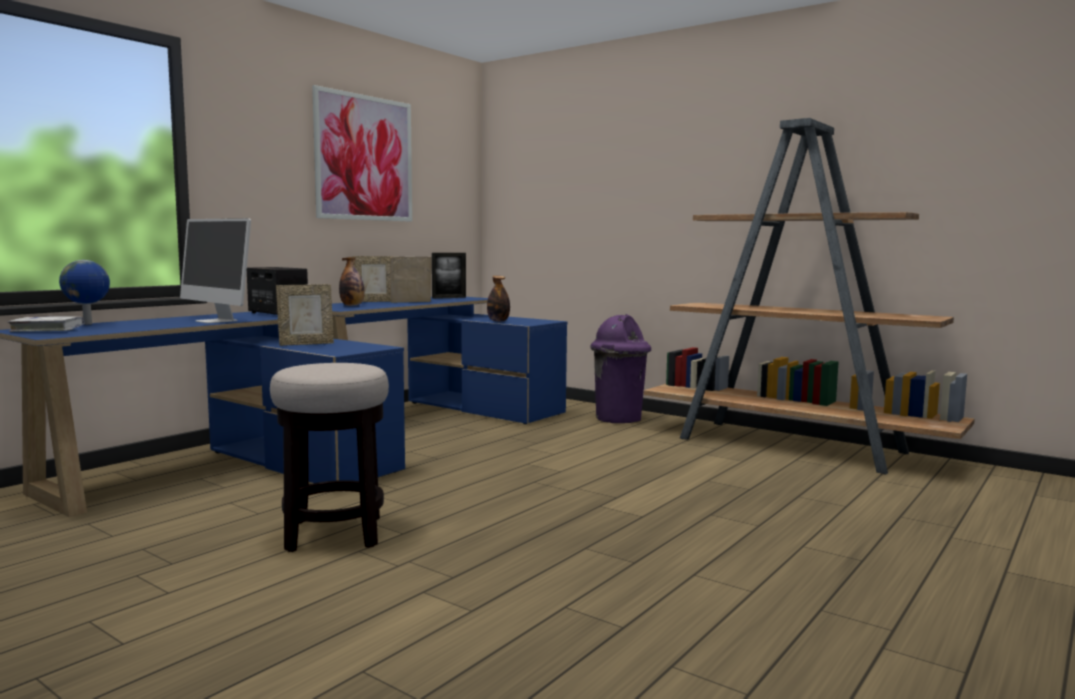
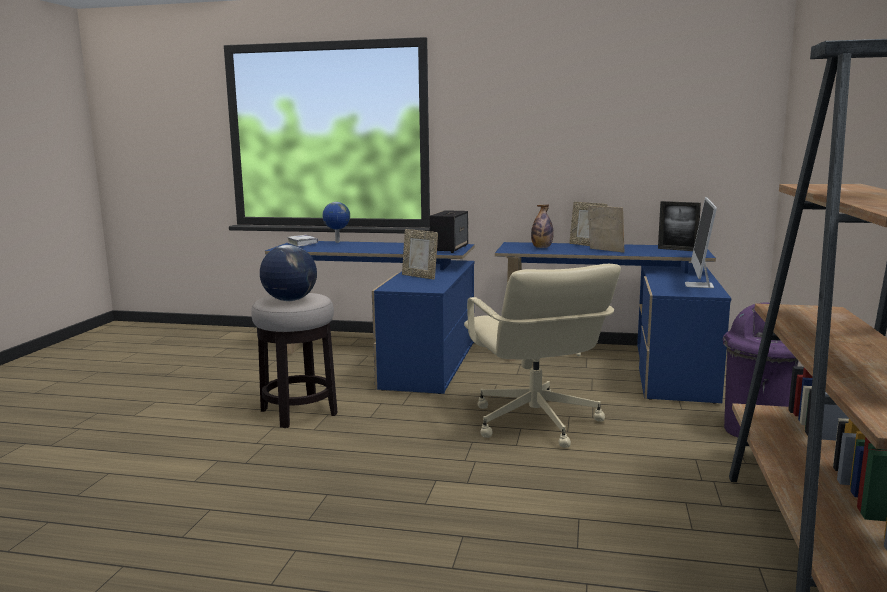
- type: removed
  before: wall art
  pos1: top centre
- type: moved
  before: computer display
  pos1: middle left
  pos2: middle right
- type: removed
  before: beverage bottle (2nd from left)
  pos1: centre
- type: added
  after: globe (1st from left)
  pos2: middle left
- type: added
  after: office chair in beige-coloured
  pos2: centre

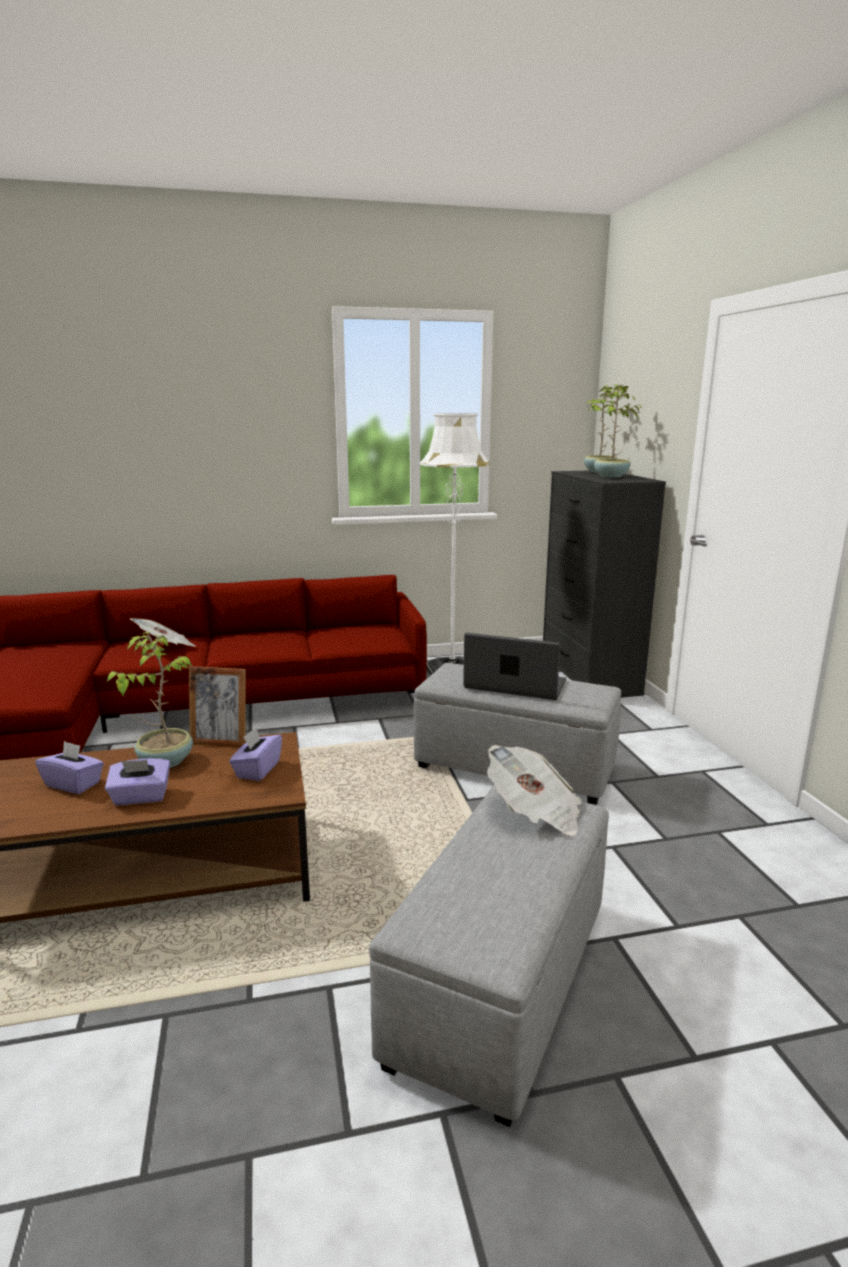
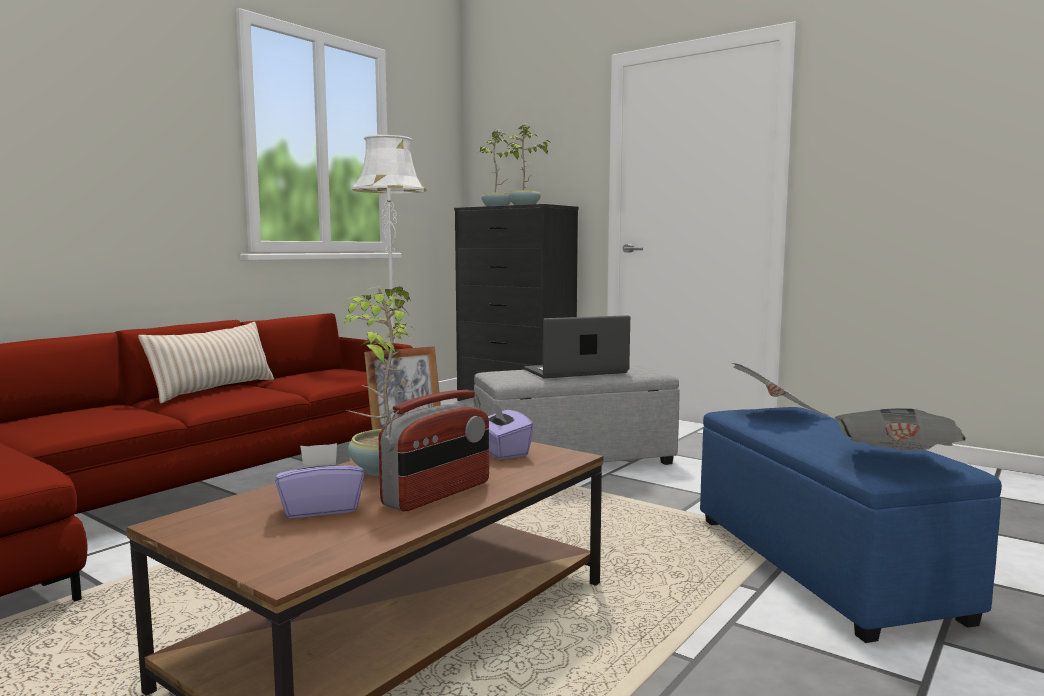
- type: moved
  before: newspaper (1st from left in the first image)
  after: newspaper (2nd from left)
  pos1: middle left
  pos2: middle right
- type: replaced
  before: tissue box in purple-coloured (2nd from left)
  after: radio set
  pos1: middle left
  pos2: centre
- type: recoloured
  before: pouffe in greyish (1st from left)
  after: pouffe in blue-coloured
  pos1: bottom centre
  pos2: bottom right
- type: added
  after: cushion in beige-coloured
  pos2: middle left

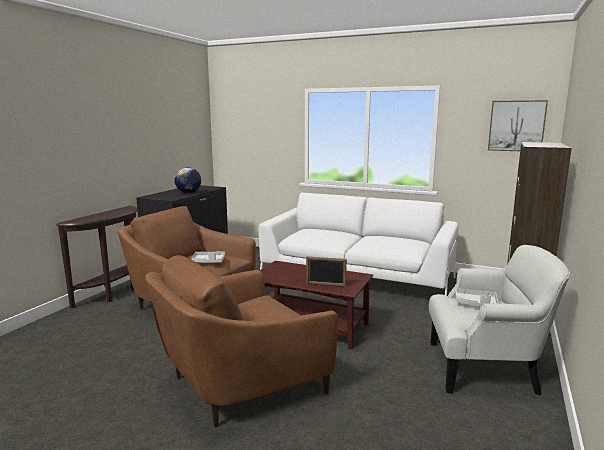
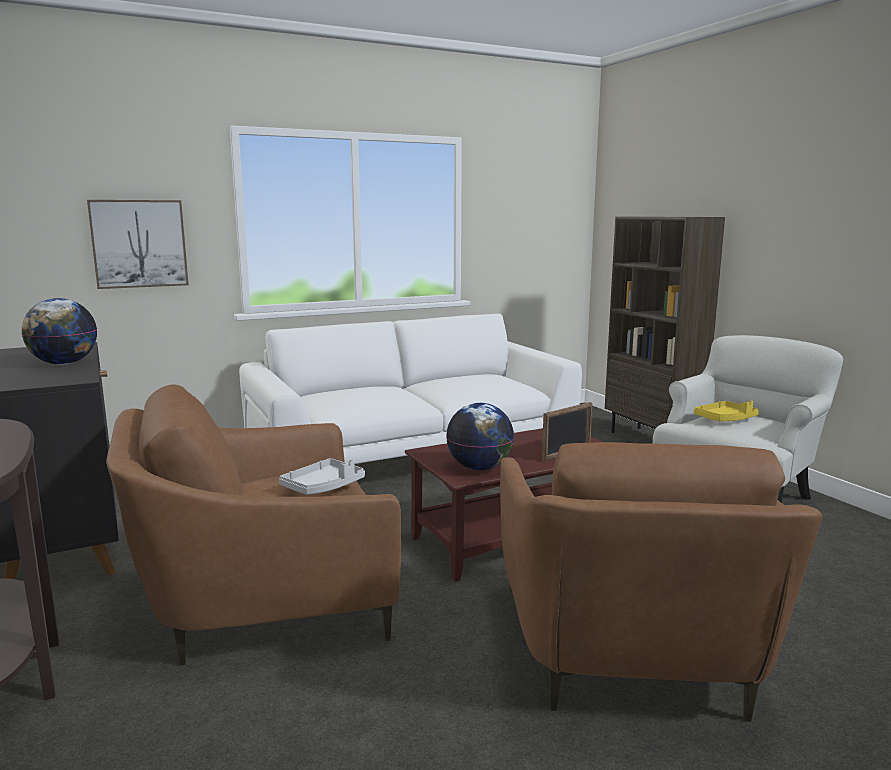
- type: moved
  before: wall art
  pos1: top right
  pos2: top left
- type: recoloured
  before: serving tray in greyish (2nd from left)
  after: serving tray in yellow-coloured
  pos1: middle right
  pos2: middle right
- type: added
  after: globe (2nd from left)
  pos2: centre

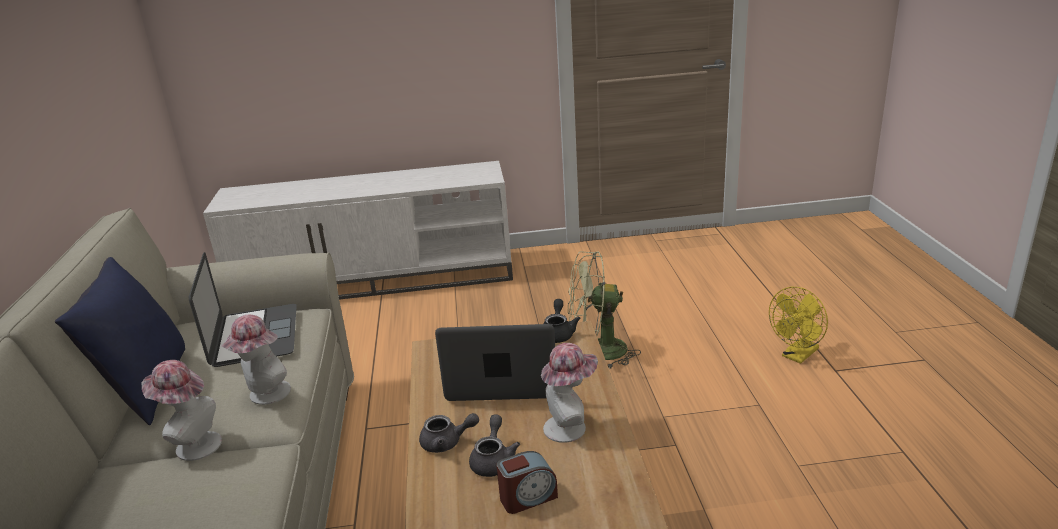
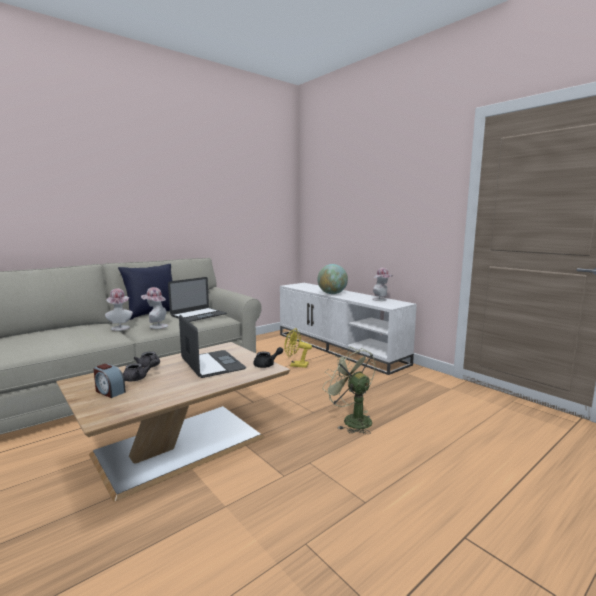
- type: moved
  before: fan in yellow-coloured
  pos1: middle right
  pos2: centre
- type: moved
  before: wearable hat (3rd from left)
  pos1: bottom centre
  pos2: centre
- type: added
  after: globe
  pos2: centre

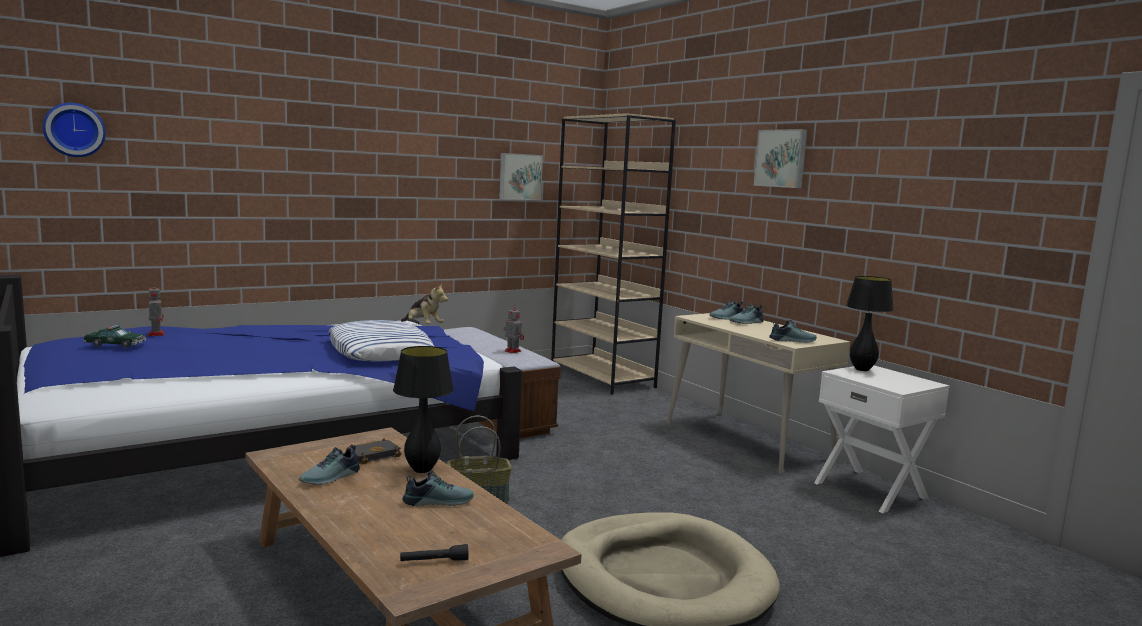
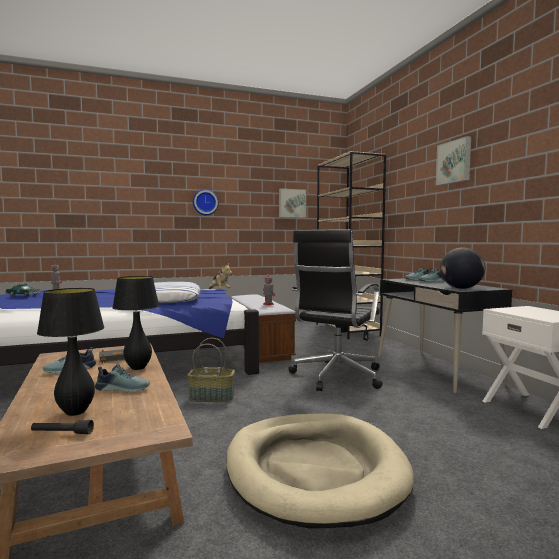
- type: moved
  before: clock on the wall
  pos1: top left
  pos2: centre
- type: moved
  before: tabletop lamp in black (2nd from left in the first image)
  after: tabletop lamp in black (1st from left)
  pos1: middle right
  pos2: middle left
- type: recoloured
  before: desk table in beige-coloured
  after: desk table in black
  pos1: centre
  pos2: middle right
- type: replaced
  before: item of footwear (5th from left)
  after: globe
  pos1: middle right
  pos2: middle right
- type: added
  after: office chair in black
  pos2: centre

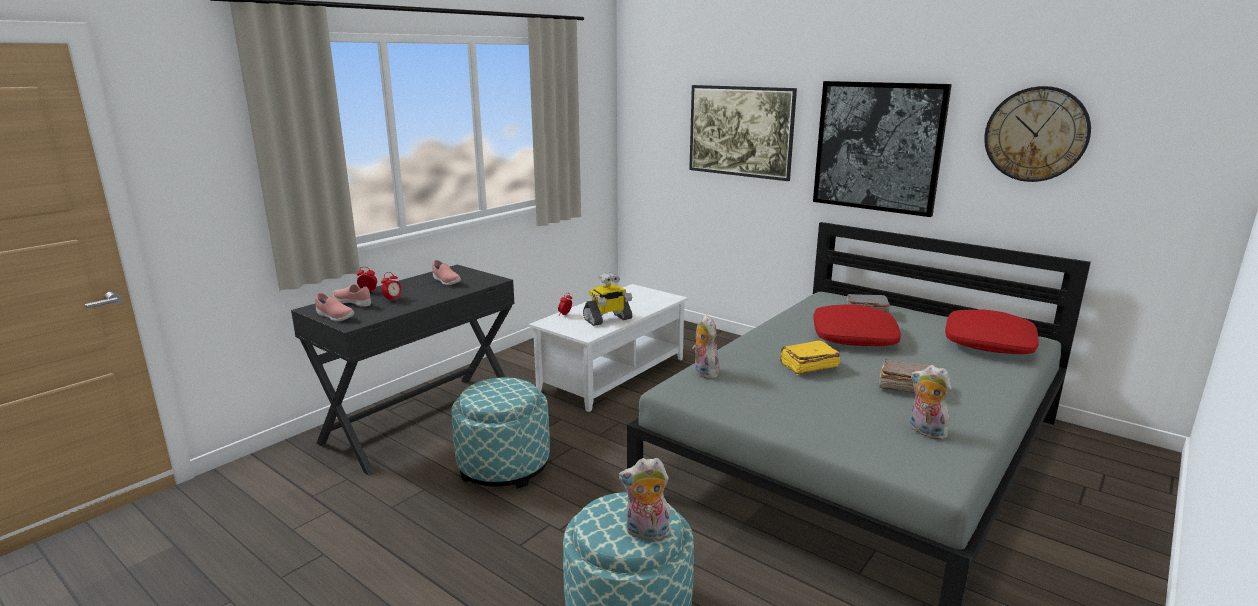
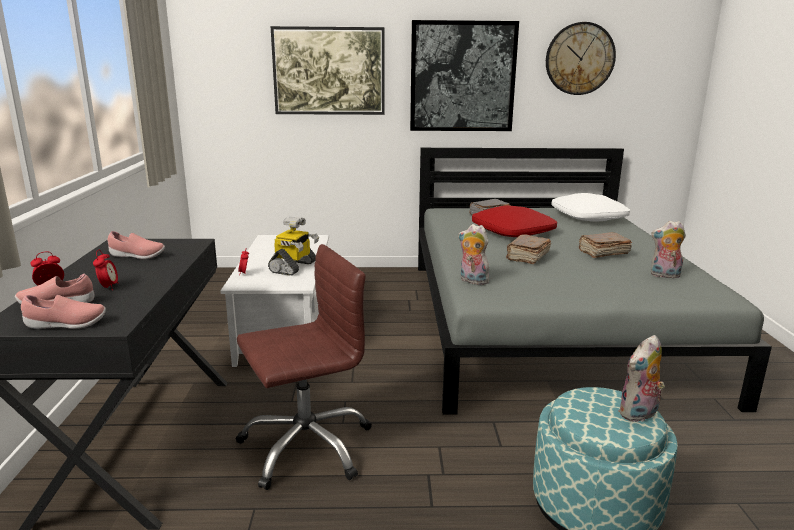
- type: recoloured
  before: cushion in red-coloured (2nd from left)
  after: cushion in white-coloured
  pos1: middle right
  pos2: middle right
- type: recoloured
  before: bound book in yellow-coloured
  after: bound book in brown (1st from left)
  pos1: centre
  pos2: centre
- type: replaced
  before: pouffe (1st from left)
  after: office chair in brown
  pos1: bottom centre
  pos2: bottom centre

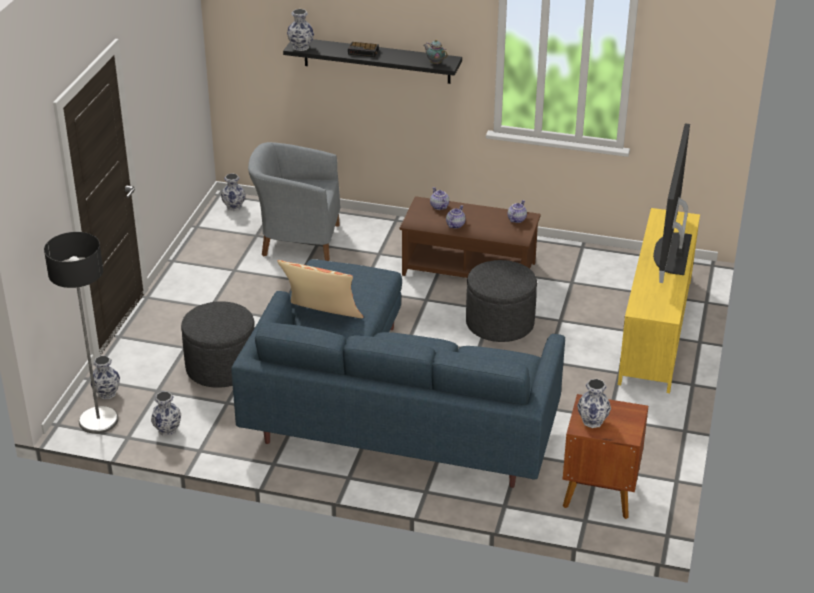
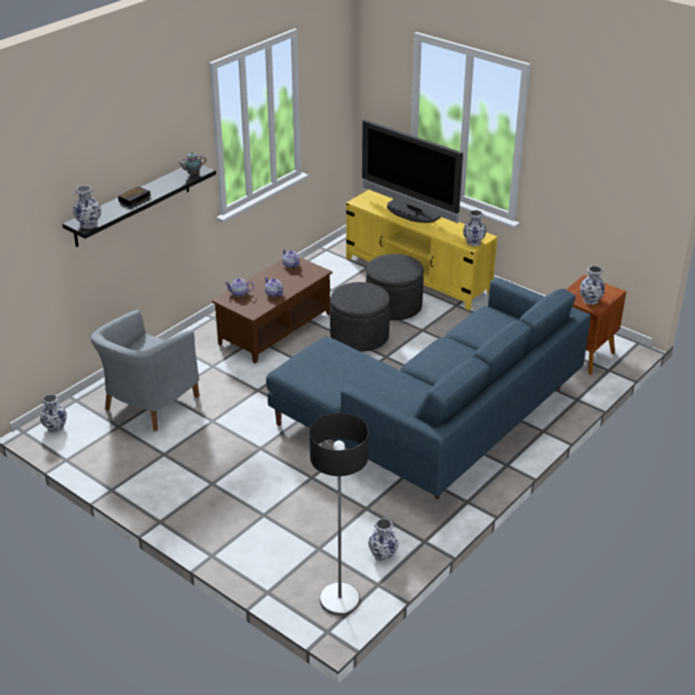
- type: removed
  before: cushion
  pos1: centre
- type: moved
  before: pouffe in greyish (1st from left in the first image)
  after: pouffe in greyish (2nd from left)
  pos1: middle left
  pos2: centre
- type: moved
  before: flower vase (1st from left in the first image)
  after: flower vase (4th from left)
  pos1: middle left
  pos2: top right

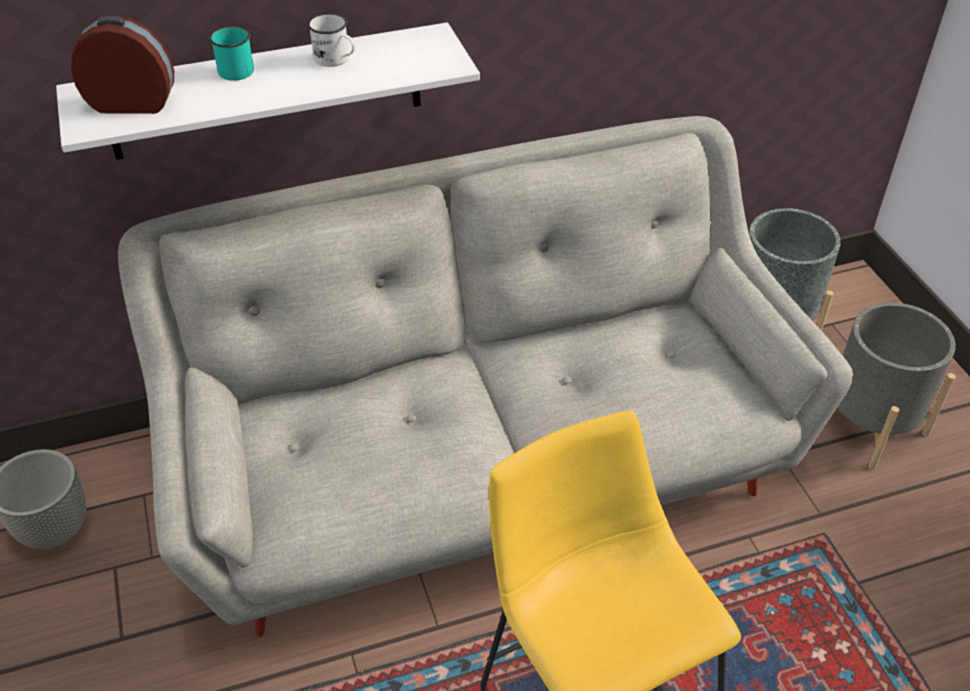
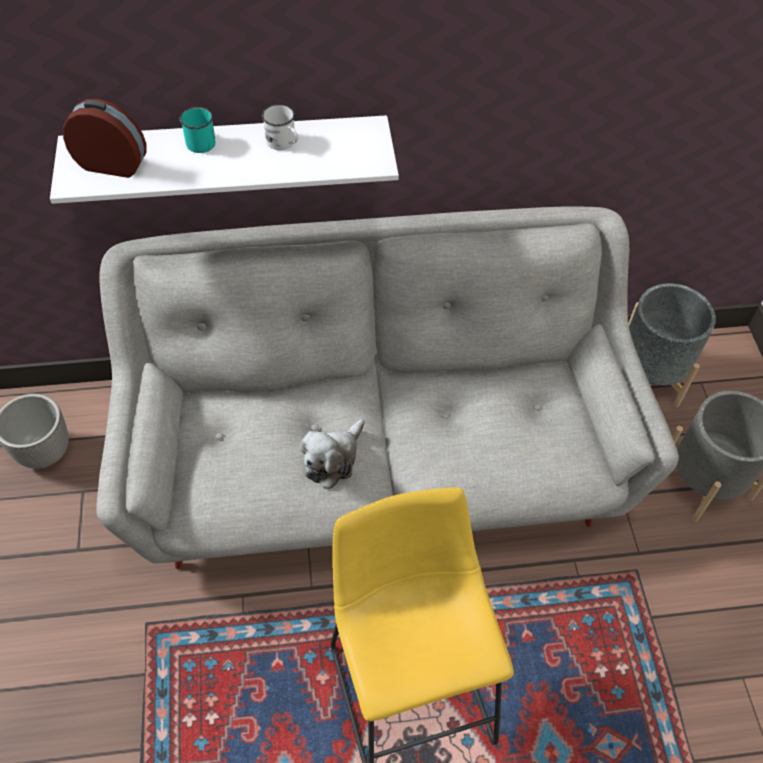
- type: added
  after: cuddly toy
  pos2: centre

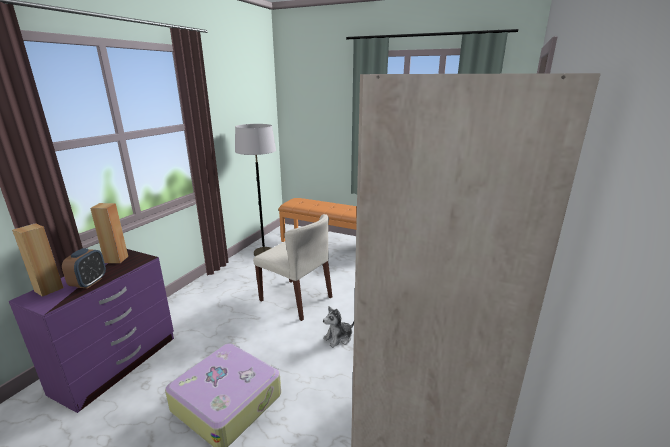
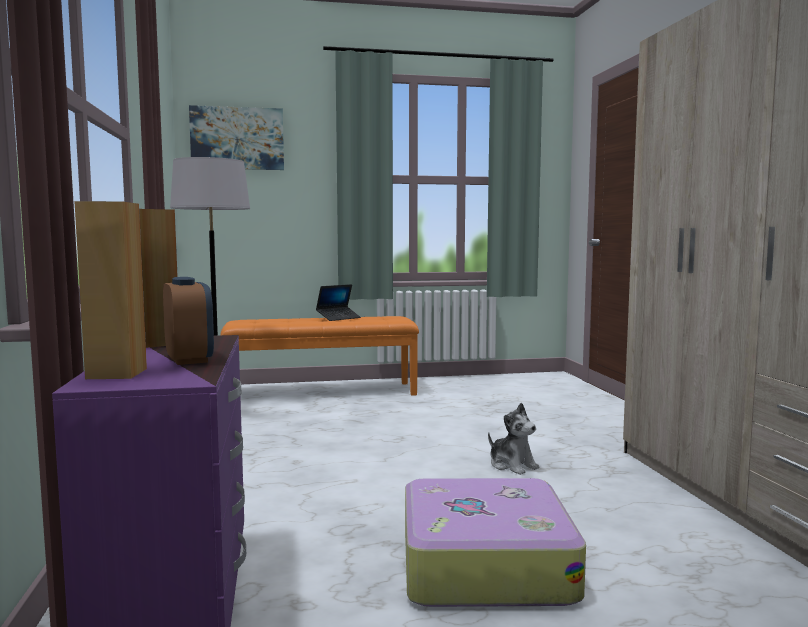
- type: removed
  before: upright chair in beige-coloured
  pos1: centre
- type: turned
  before: cuddly toy
  pos1: bottom centre
  pos2: bottom centre
  turn: -60
- type: added
  after: wall art
  pos2: top left
- type: added
  after: laptop
  pos2: centre

